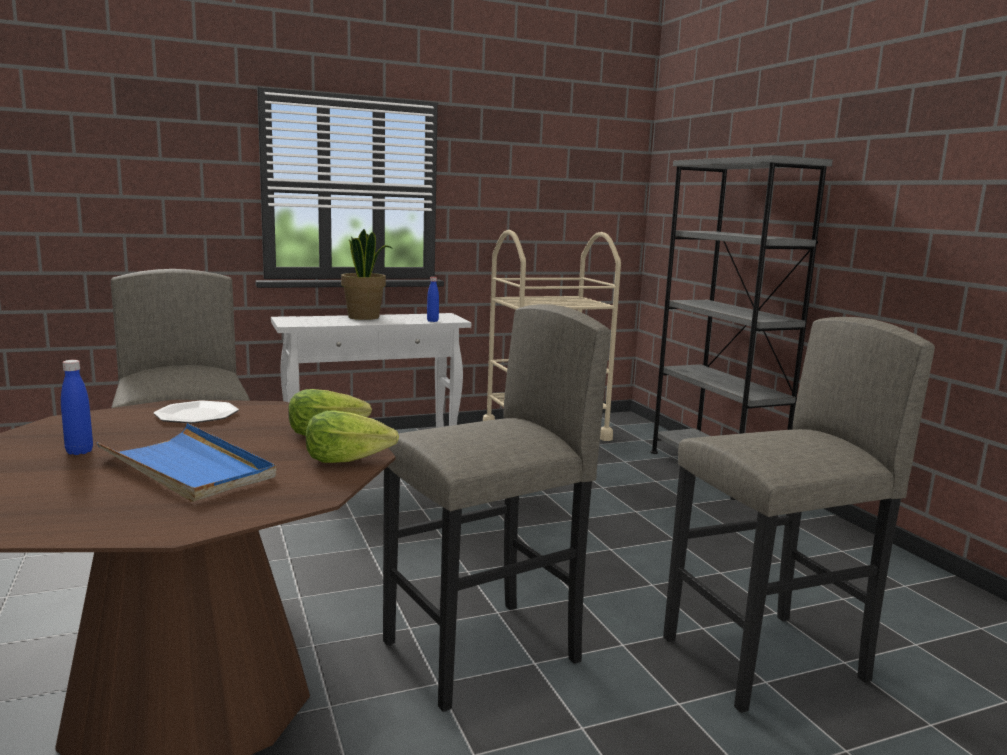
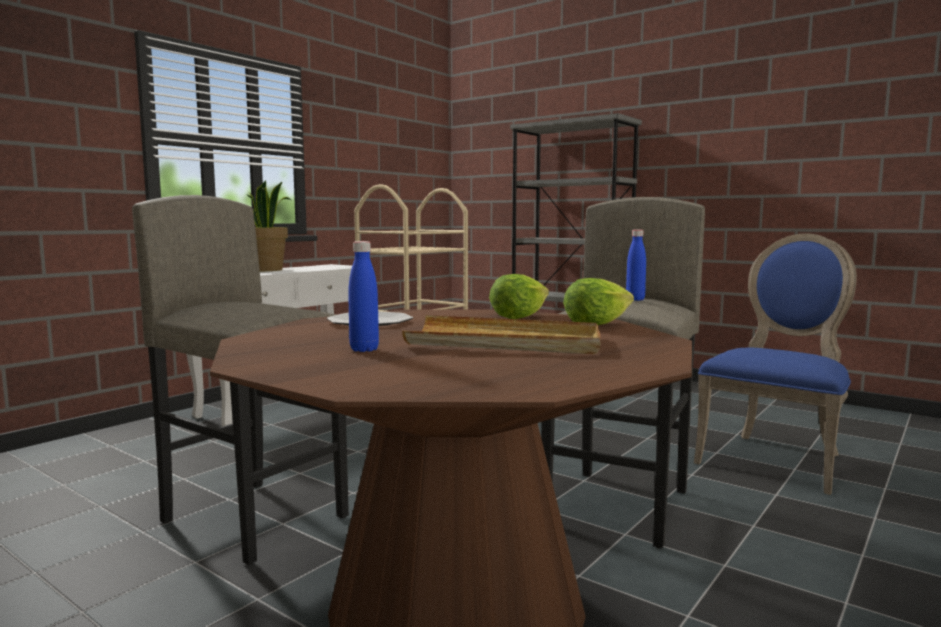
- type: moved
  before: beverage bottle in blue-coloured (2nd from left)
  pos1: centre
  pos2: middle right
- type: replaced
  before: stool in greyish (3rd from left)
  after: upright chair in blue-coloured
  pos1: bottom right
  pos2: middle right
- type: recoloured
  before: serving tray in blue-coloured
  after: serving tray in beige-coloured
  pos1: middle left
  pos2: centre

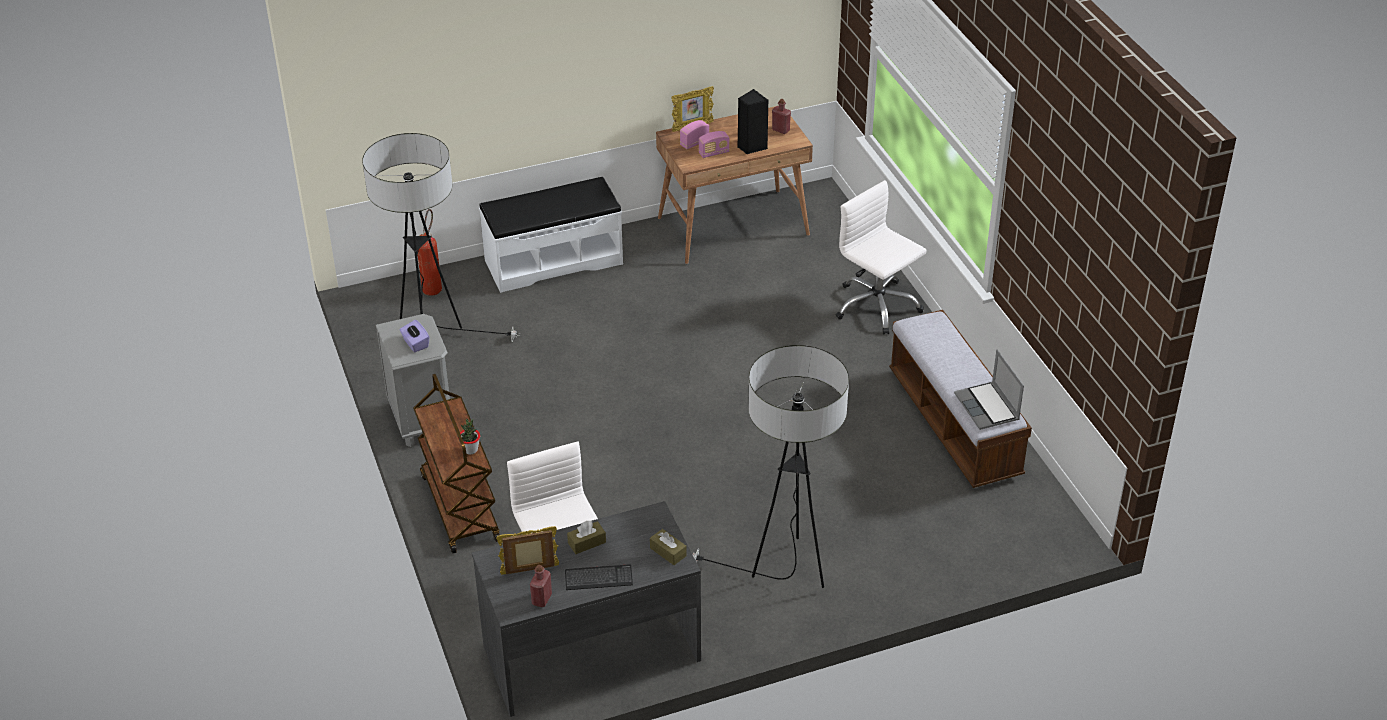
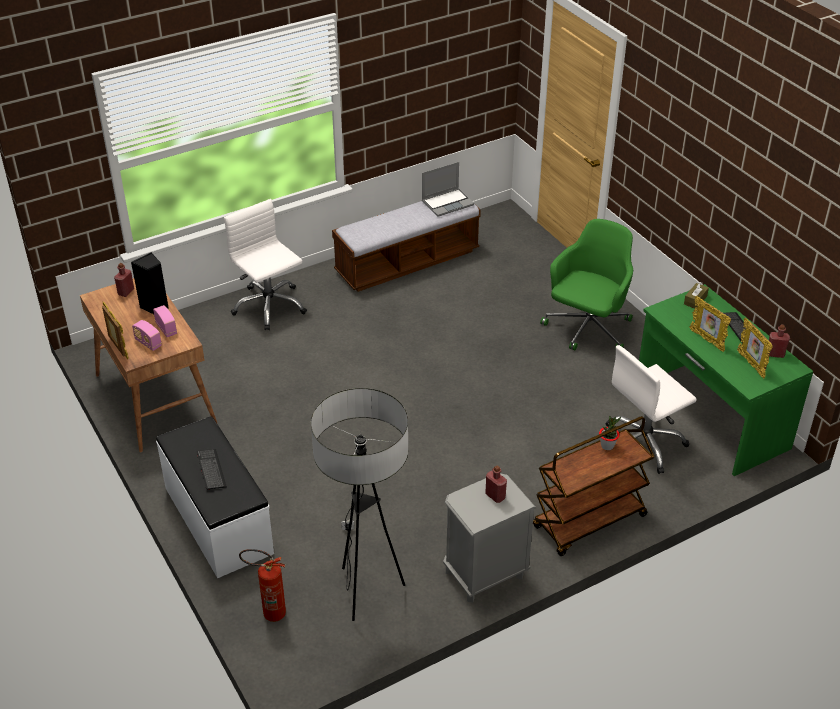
- type: turned
  before: office chair in white-coloured (2nd from left in the first image)
  pos1: centre
  pos2: middle left
  turn: 105
- type: replaced
  before: tissue box in purple-coloured
  after: beverage bottle in red-coloured (2nd from left)
  pos1: middle left
  pos2: bottom centre
- type: replaced
  before: floor lamp (2nd from left)
  after: office chair in green
  pos1: centre
  pos2: middle right
- type: recoloured
  before: desk table in greyish
  after: desk table in green
  pos1: bottom centre
  pos2: middle right
- type: replaced
  before: tissue box in brown (1st from left)
  after: picture frame (2nd from left)
  pos1: bottom centre
  pos2: middle right
- type: added
  after: keyboard (1st from left)
  pos2: middle left

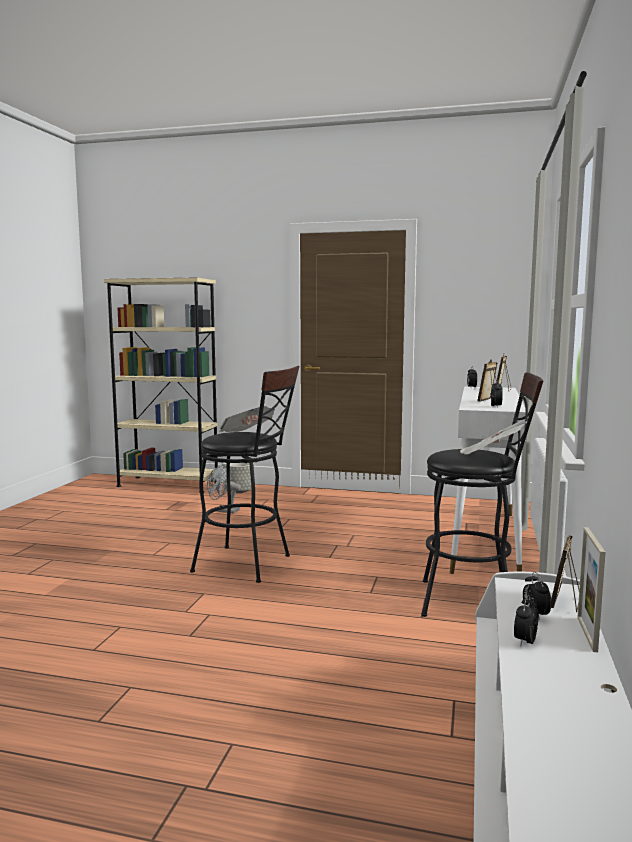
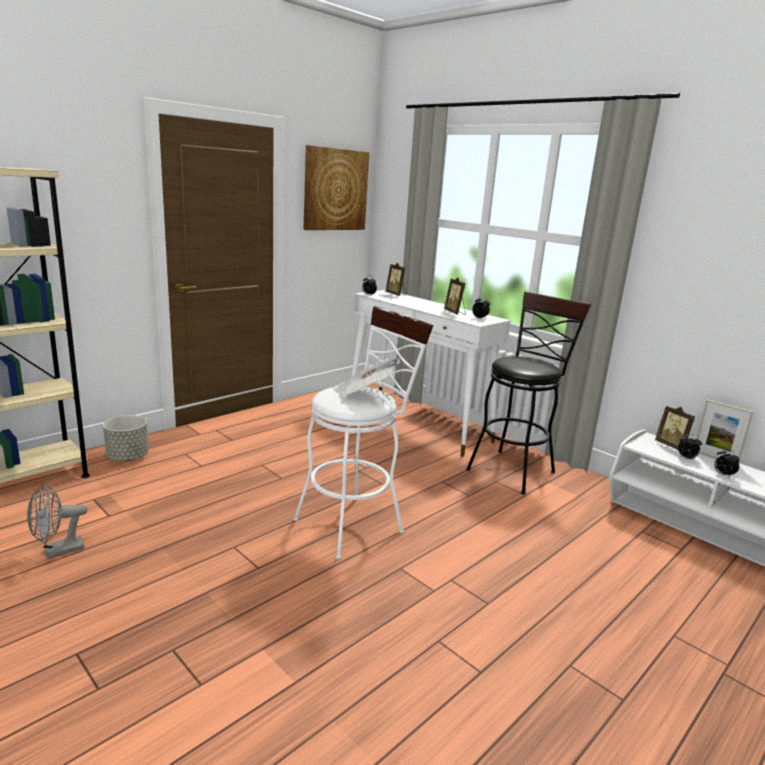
- type: recoloured
  before: stool in black (1st from left)
  after: stool in white-coloured
  pos1: centre
  pos2: centre
- type: removed
  before: newspaper (2nd from left)
  pos1: middle right
- type: moved
  before: fan in greyish
  pos1: centre
  pos2: bottom left
- type: added
  after: wall art
  pos2: top centre

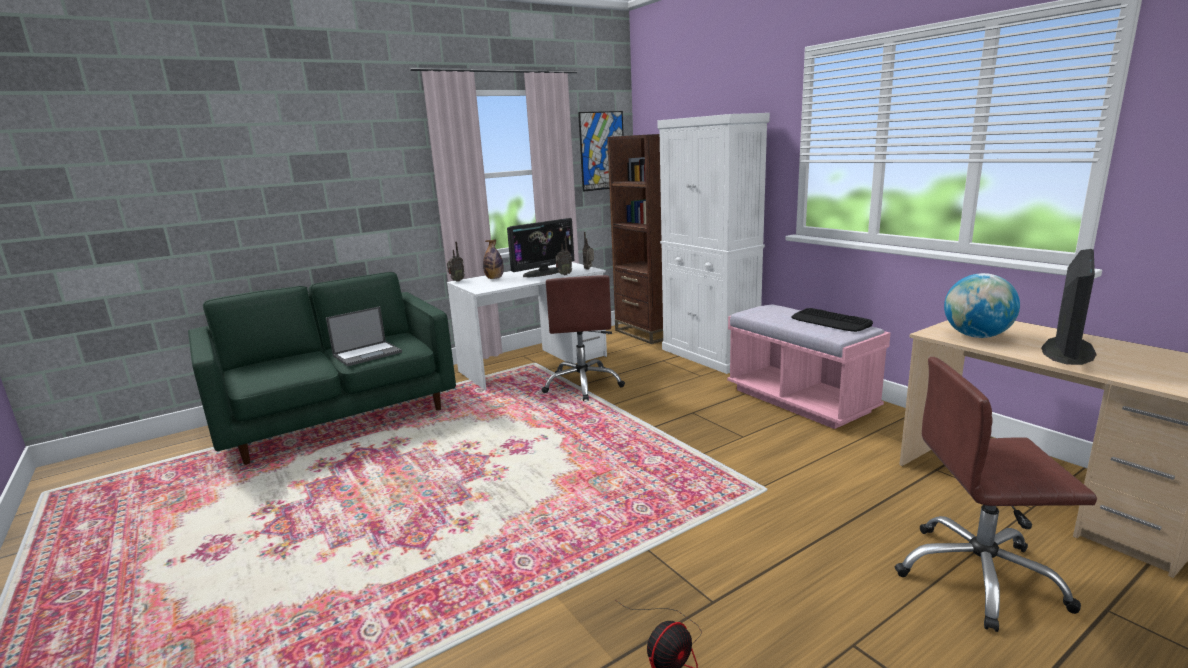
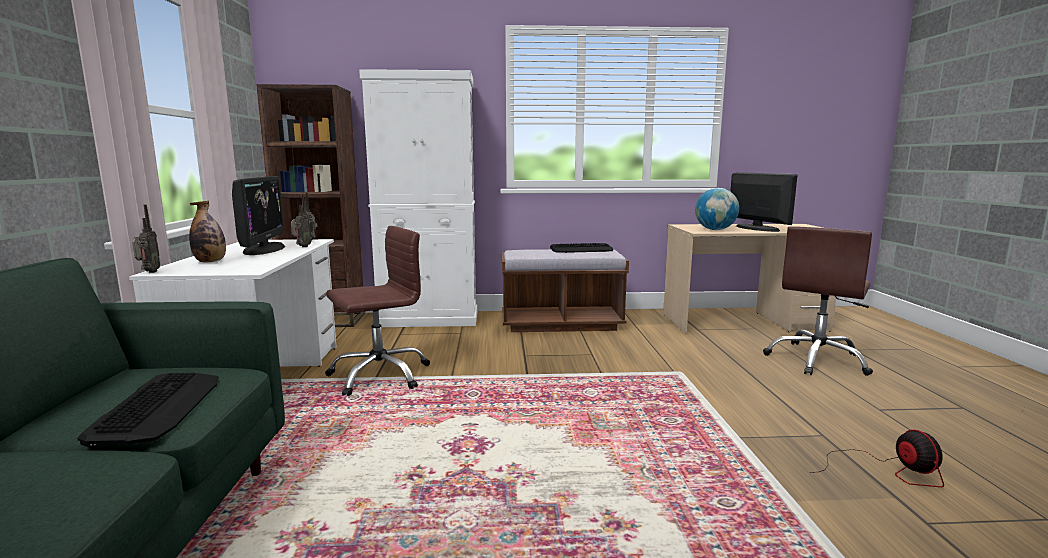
- type: removed
  before: wall art
  pos1: top centre
- type: turned
  before: office chair in brown (1st from left)
  pos1: centre
  pos2: centre
  turn: -60
- type: recoloured
  before: indoor bench in pinkish
  after: indoor bench in brown
  pos1: middle right
  pos2: centre
- type: replaced
  before: laptop
  after: keyboard (1st from left)
  pos1: middle left
  pos2: bottom left

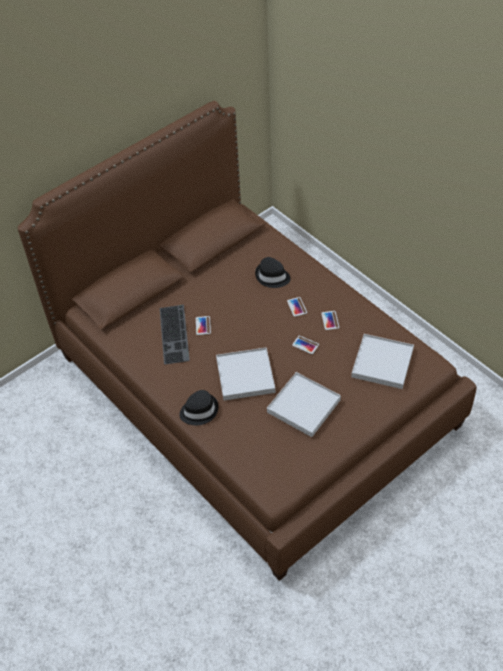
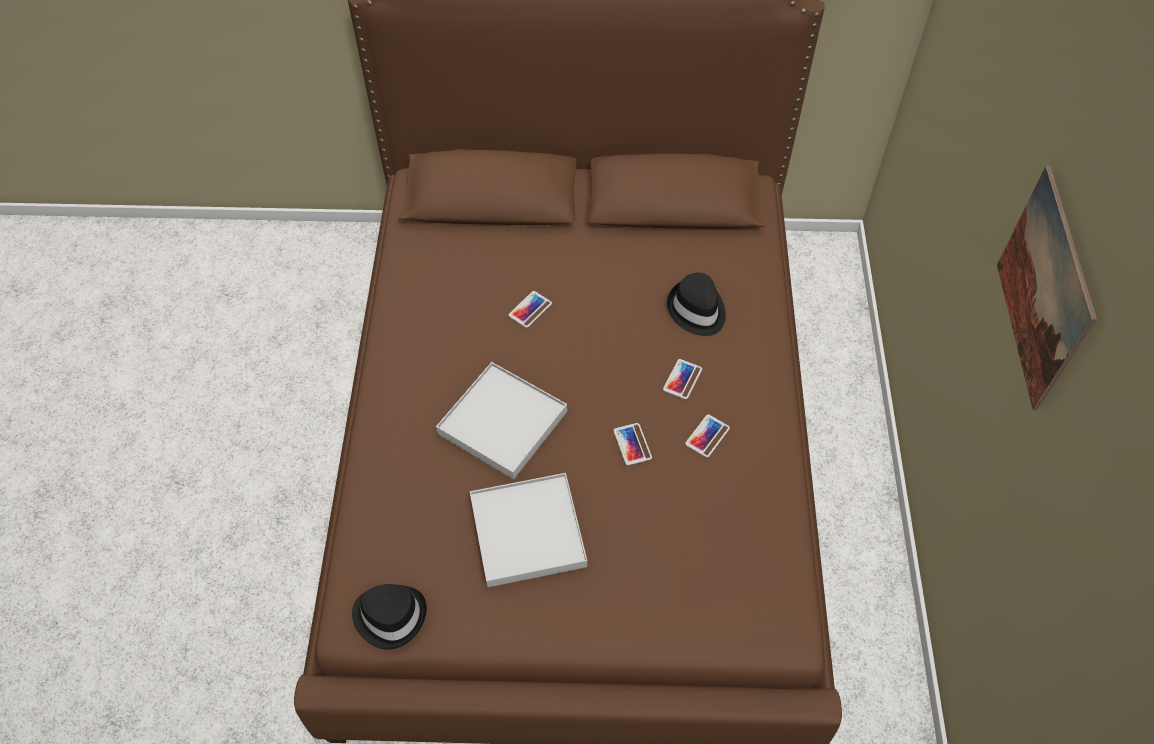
- type: removed
  before: keyboard
  pos1: centre
- type: removed
  before: serving tray in white-coloured (3rd from left)
  pos1: middle right
- type: moved
  before: wearable hat in black (1st from left)
  pos1: centre
  pos2: bottom centre
- type: added
  after: wall art
  pos2: middle right

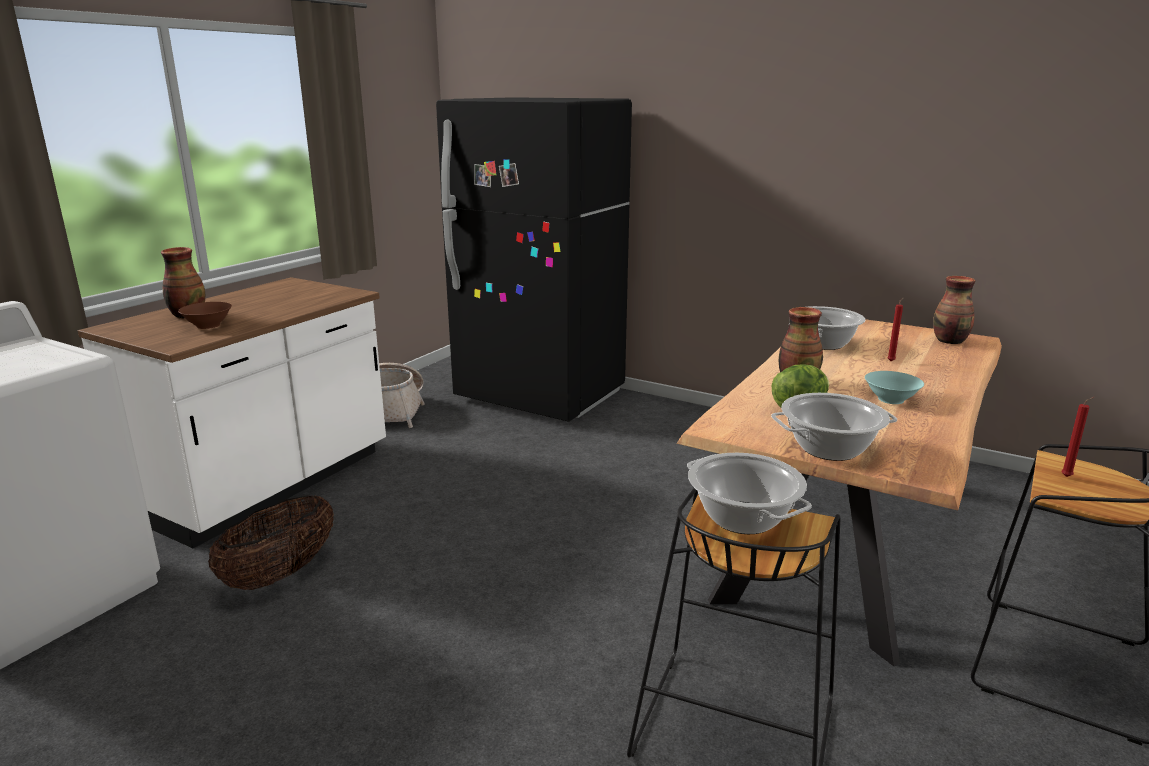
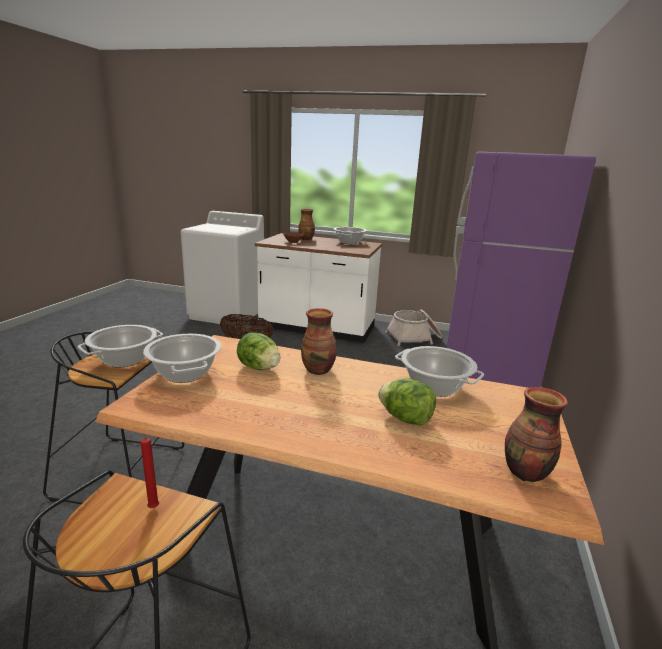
- type: recoloured
  before: fridge in black
  after: fridge in purple-coloured
  pos1: centre
  pos2: middle right
- type: replaced
  before: candle in red-coloured (1st from left)
  after: head of lettuce (2nd from left)
  pos1: middle right
  pos2: centre
- type: removed
  before: serving bowl in turquoise-coloured
  pos1: middle right
- type: added
  after: saucepot (3rd from left)
  pos2: centre

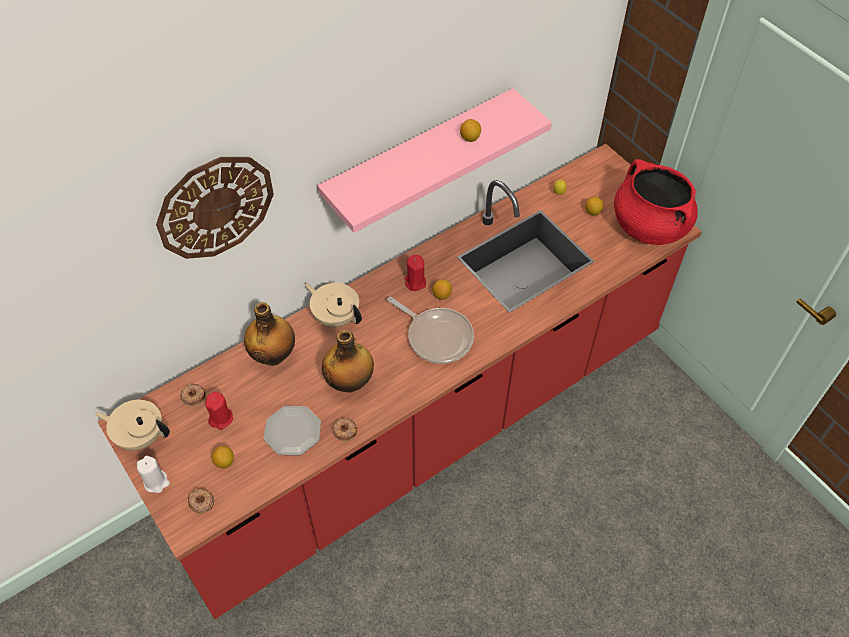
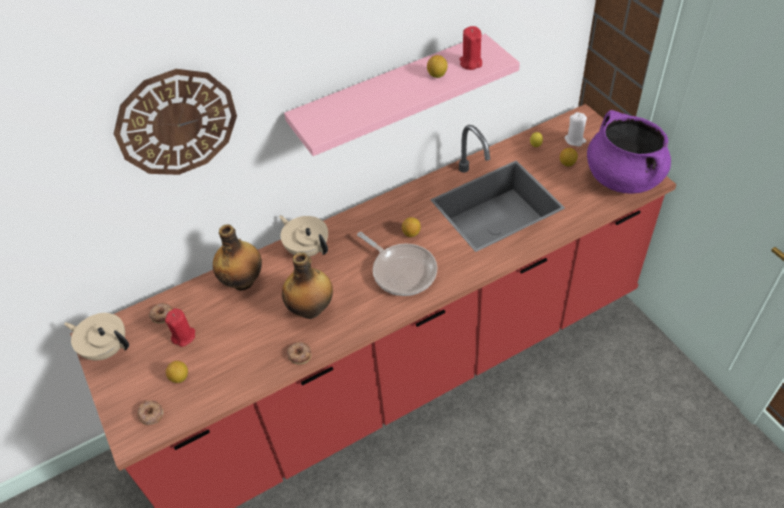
- type: recoloured
  before: saucepot in red-coloured
  after: saucepot in purple-coloured
  pos1: top right
  pos2: top right
- type: moved
  before: candle in red-coloured (2nd from left)
  pos1: centre
  pos2: top centre
- type: removed
  before: flat dish
  pos1: bottom centre
- type: moved
  before: candle in white-coloured
  pos1: bottom left
  pos2: top right

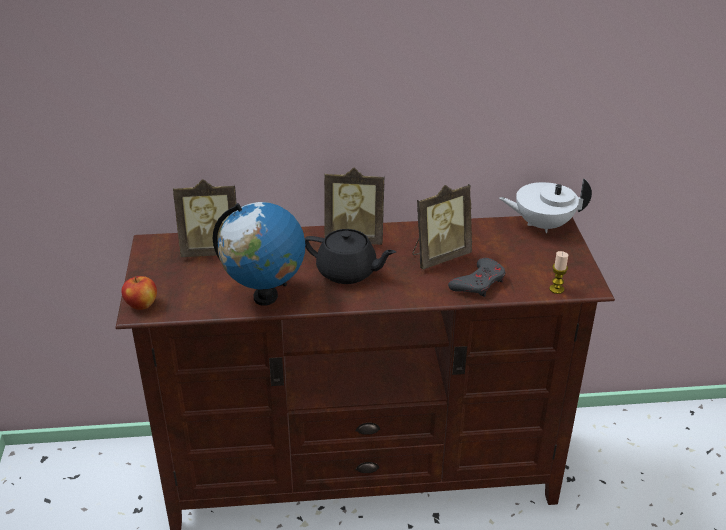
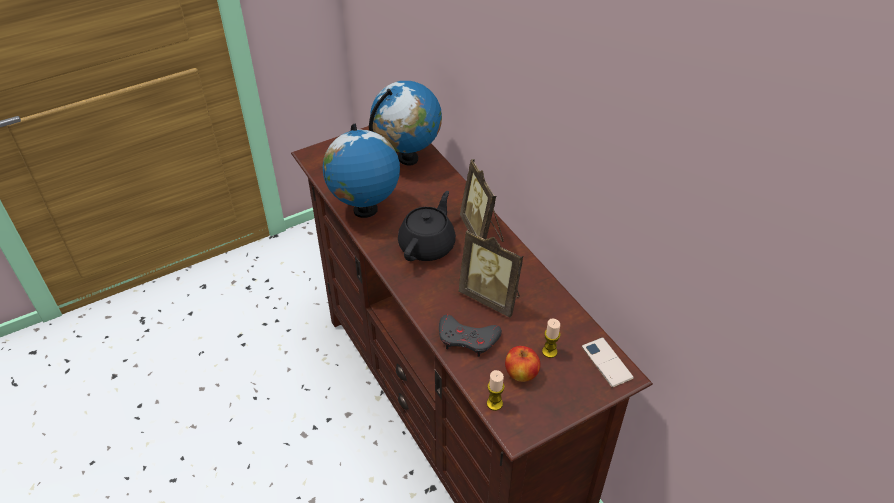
- type: replaced
  before: teapot in white-coloured
  after: handset
  pos1: middle right
  pos2: bottom right
- type: replaced
  before: picture frame (1st from left)
  after: globe (2nd from left)
  pos1: middle left
  pos2: top centre
- type: turned
  before: teapot in black
  pos1: centre
  pos2: centre
  turn: -150
- type: moved
  before: whole apple
  pos1: middle left
  pos2: bottom centre
- type: added
  after: candle (2nd from left)
  pos2: bottom centre

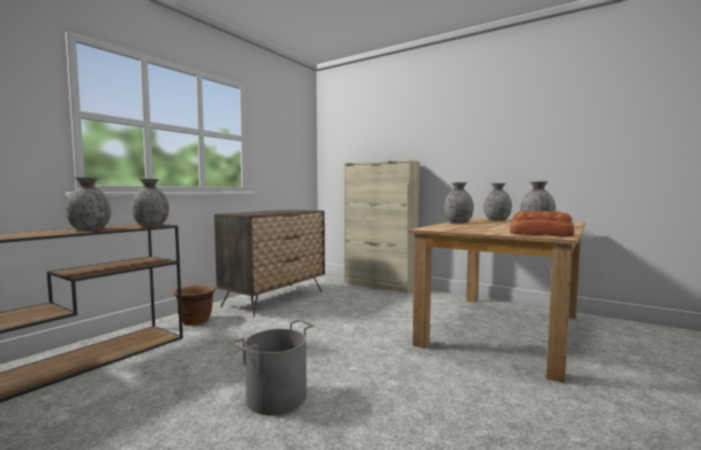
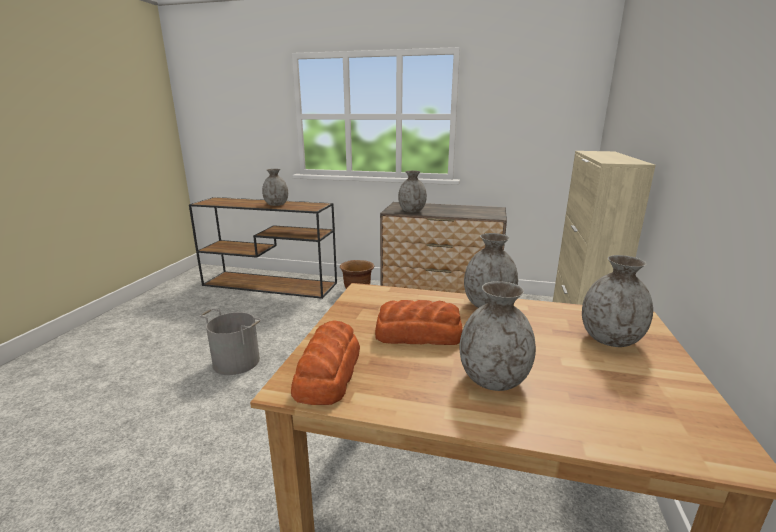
- type: moved
  before: flower vase in greyish (2nd from left)
  pos1: middle left
  pos2: centre
- type: added
  after: bread (2nd from left)
  pos2: centre

